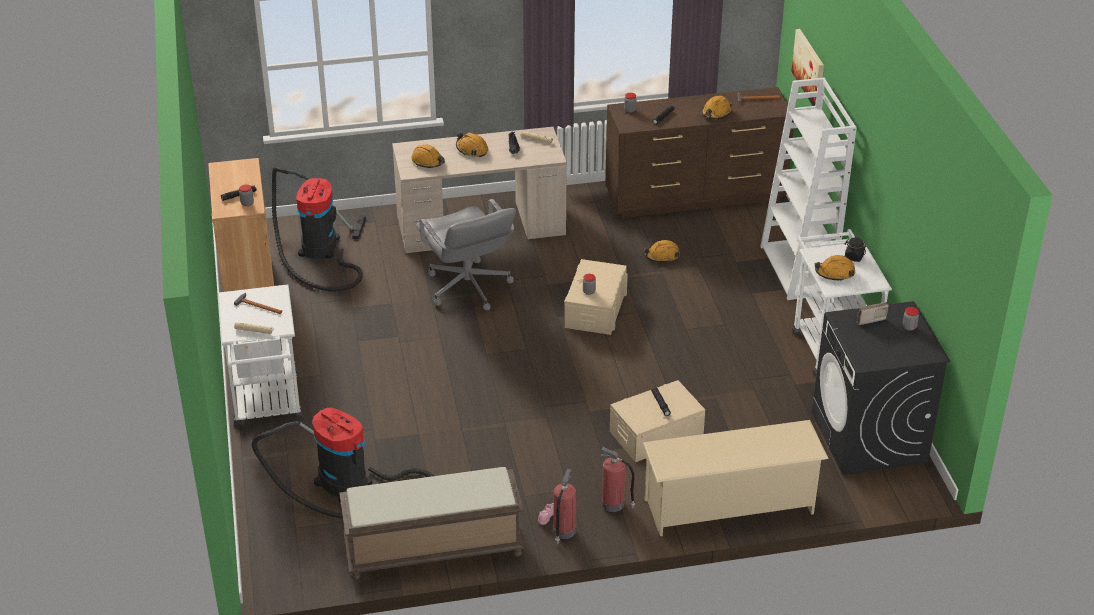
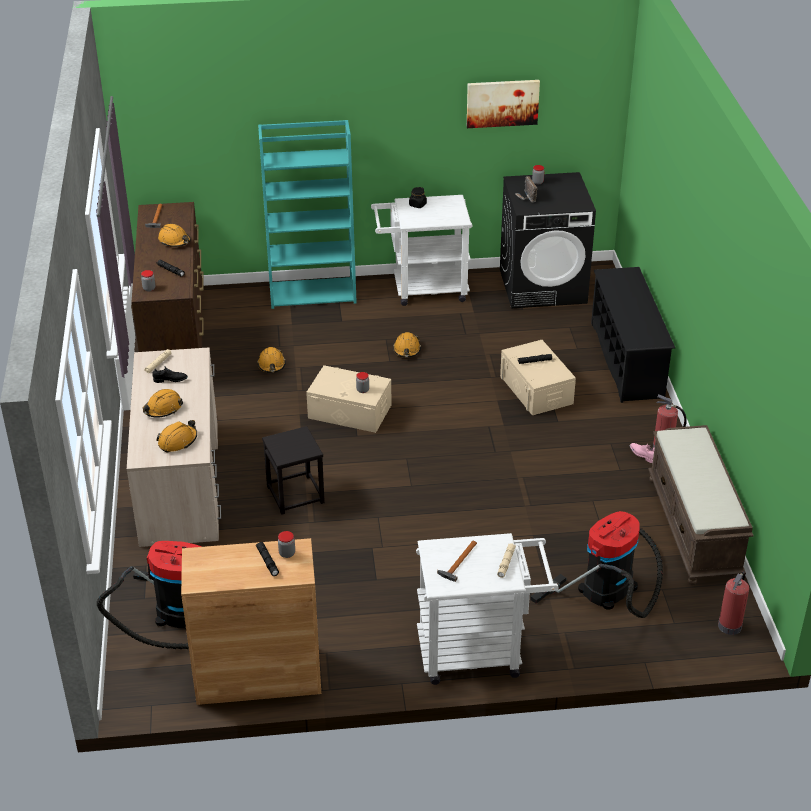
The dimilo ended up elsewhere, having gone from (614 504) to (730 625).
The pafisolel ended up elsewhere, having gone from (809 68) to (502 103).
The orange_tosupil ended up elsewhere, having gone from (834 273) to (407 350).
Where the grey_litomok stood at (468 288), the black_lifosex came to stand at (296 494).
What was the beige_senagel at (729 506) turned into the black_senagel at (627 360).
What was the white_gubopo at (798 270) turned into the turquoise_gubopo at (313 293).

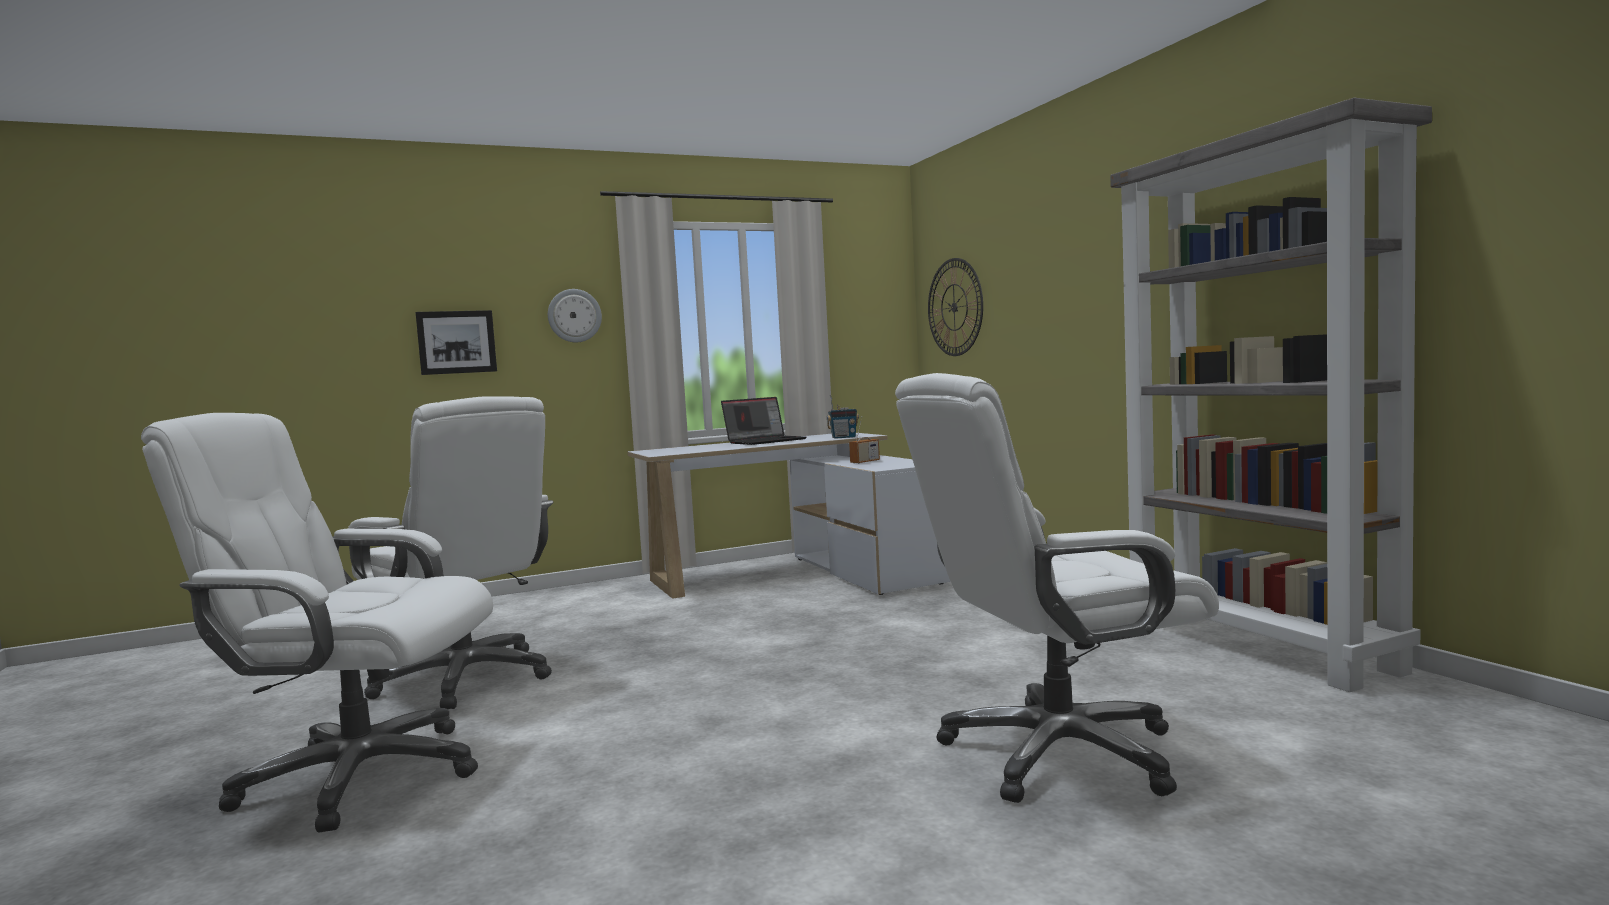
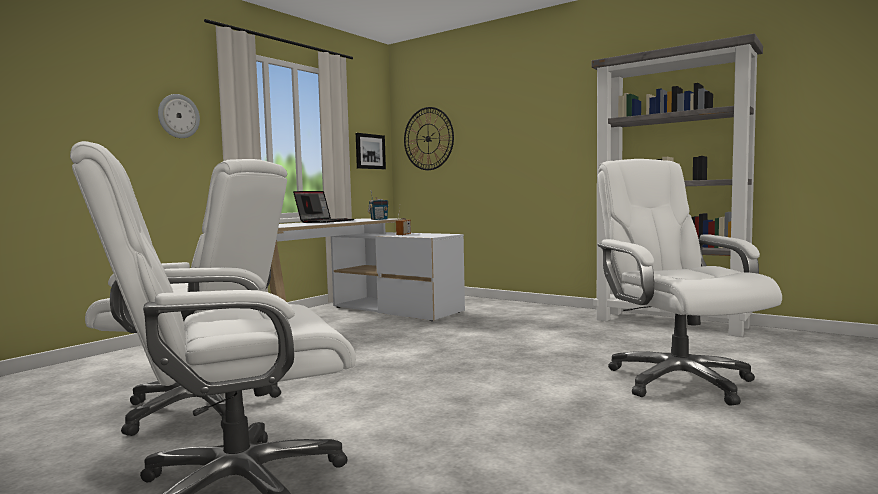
The pafisolel ended up elsewhere, having gone from (456 342) to (370 151).
The white_litomok at (1057 753) ended up facing another way, 120 degrees clockwise from before.

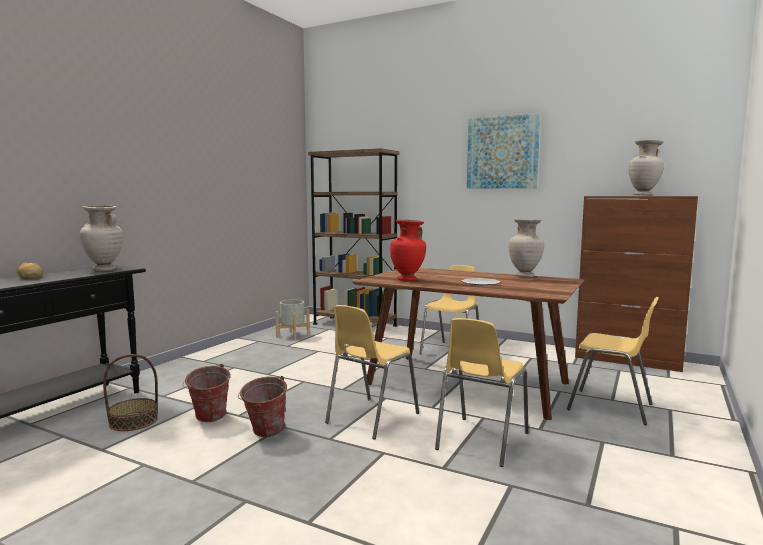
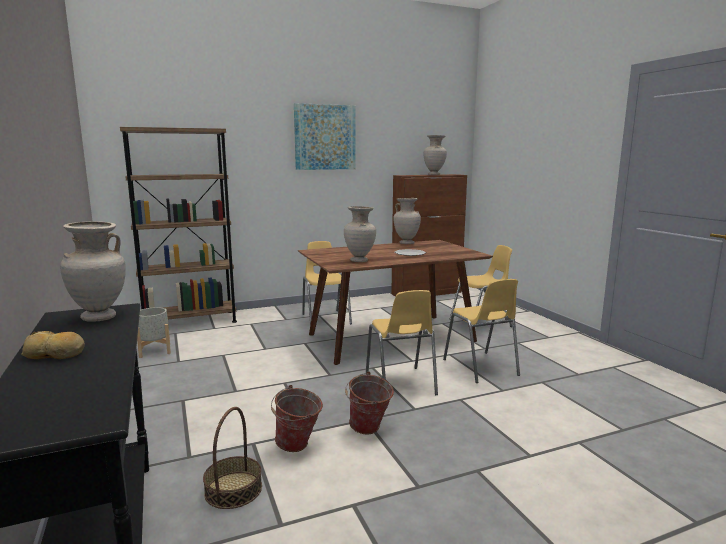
What was the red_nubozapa at (408 280) turned into the beige_nubozapa at (360 261).

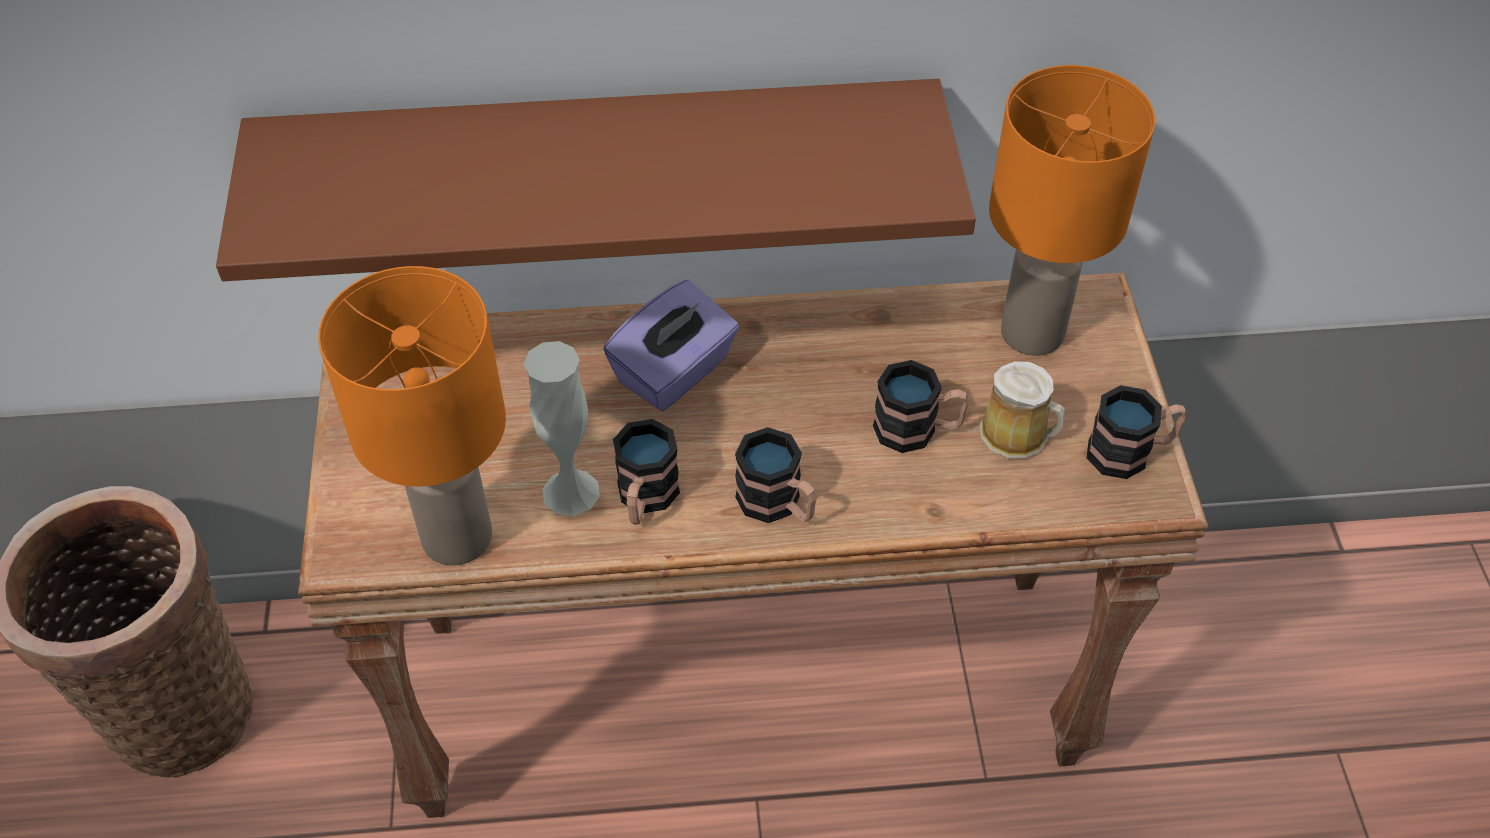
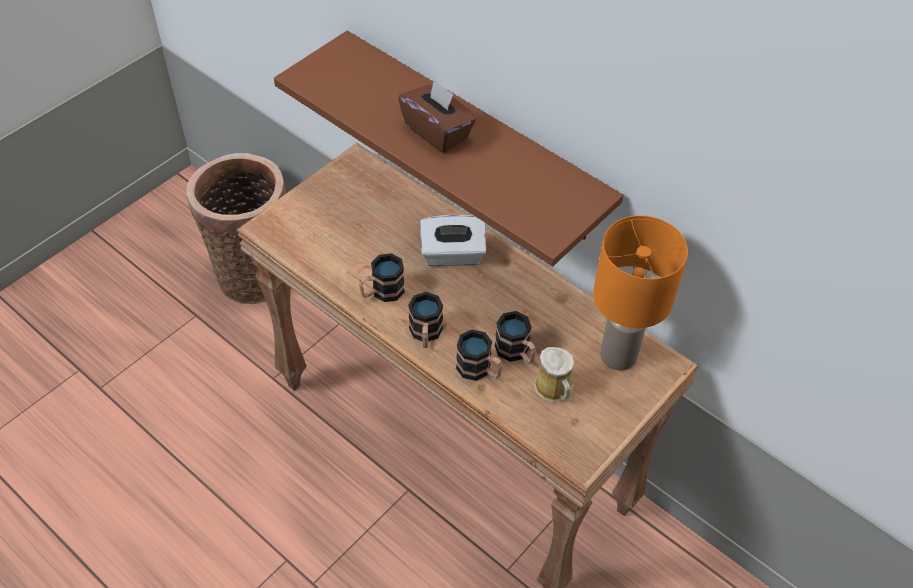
The second view lost the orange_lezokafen at (454 537).
The second view lost the white_nubozapa at (571 492).
The second view gained the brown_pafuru at (437 131).
The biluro ended up elsewhere, having gone from (1130 452) to (479 370).
What was the purple_pafuru at (674 372) turned into the white_pafuru at (452 255).

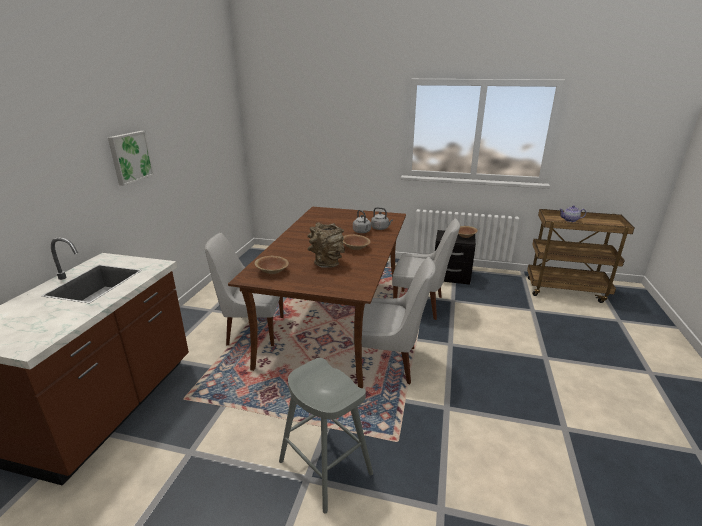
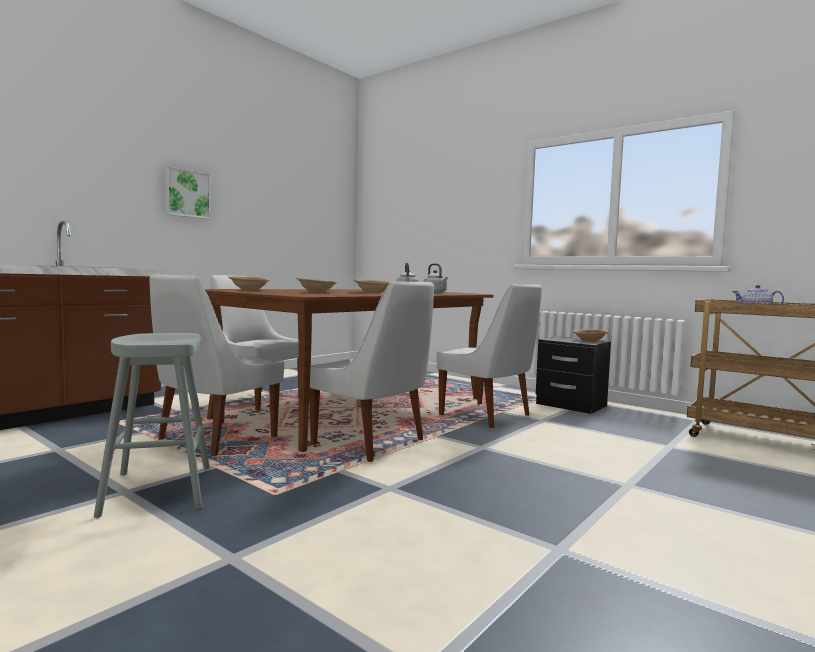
The second view gained the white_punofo at (214 440).
Where the brown_nubozapa stood at (326 263), the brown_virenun came to stand at (316 292).

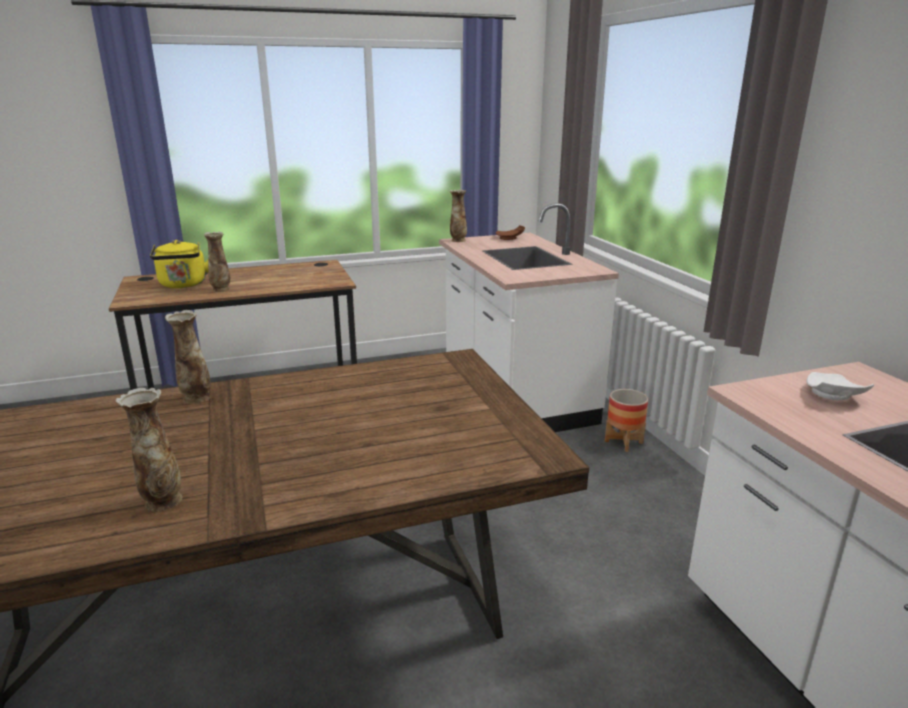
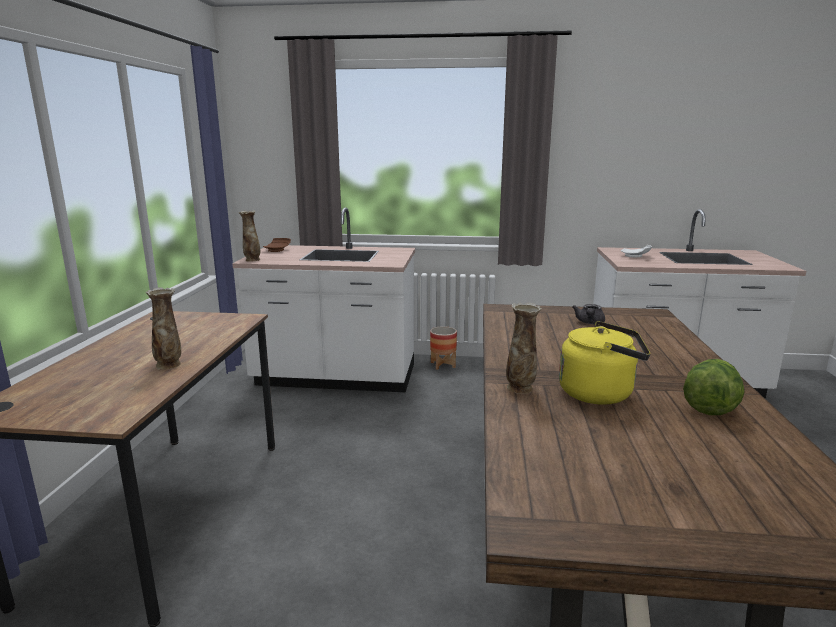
The second view gained the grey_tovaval at (589 323).
The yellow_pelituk ended up elsewhere, having gone from (183 285) to (600 393).
Where the nubozapa stood at (162 501), the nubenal came to stand at (709 406).

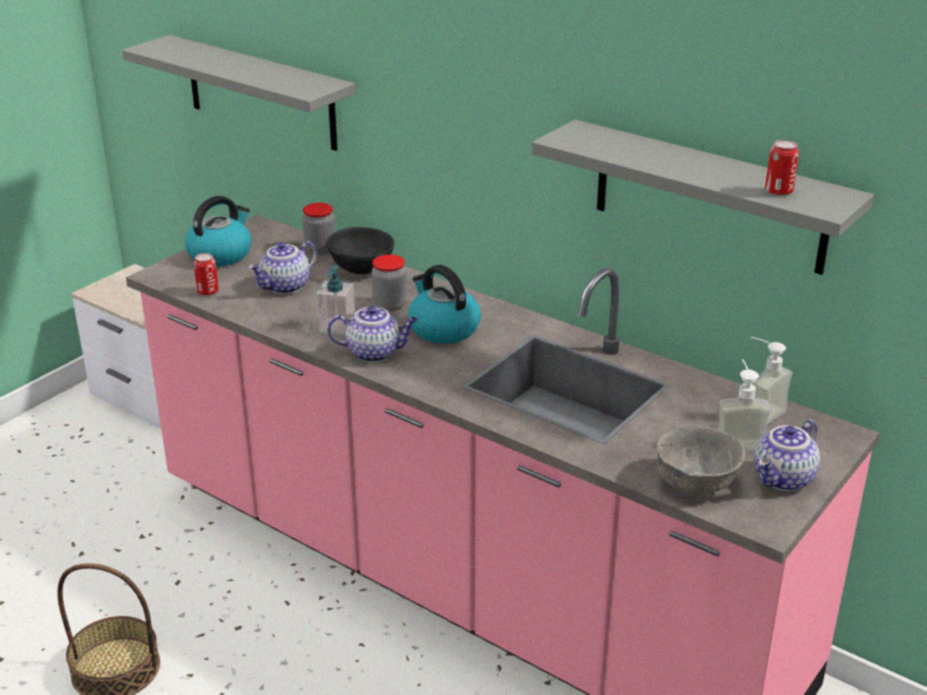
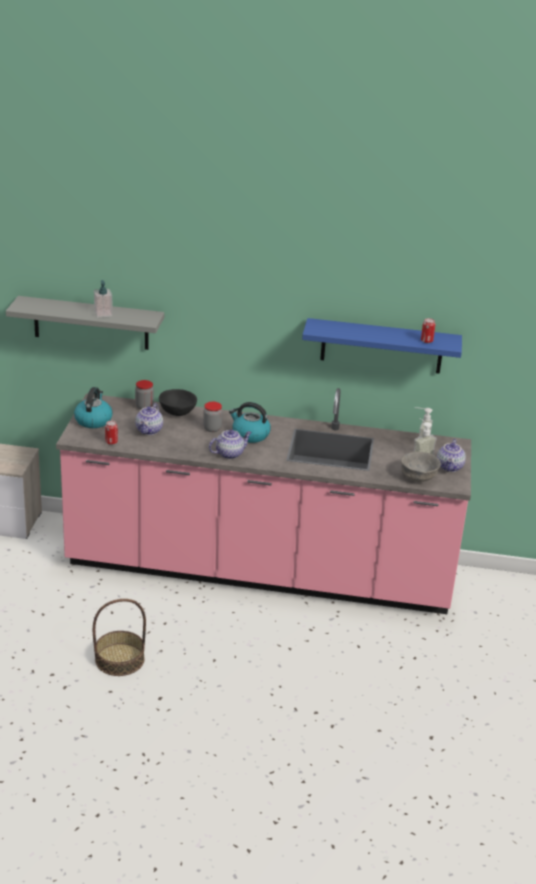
The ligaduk ended up elsewhere, having gone from (337 326) to (103 314).
What was the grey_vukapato at (709 197) turned into the blue_vukapato at (381 346).

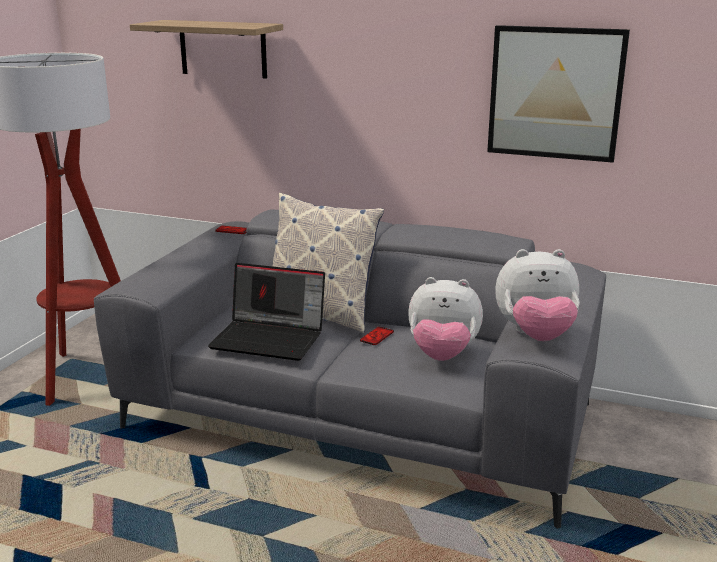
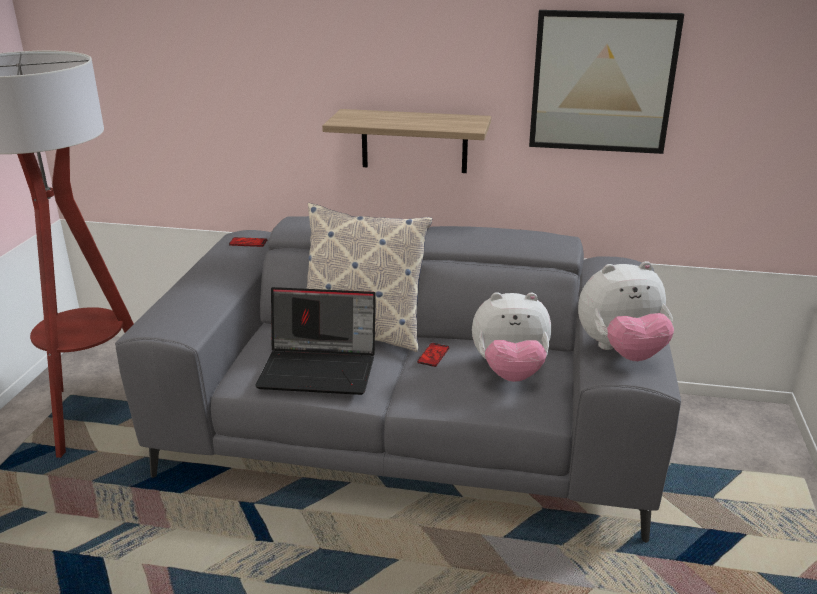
The vukapato ended up elsewhere, having gone from (223 49) to (414 141).

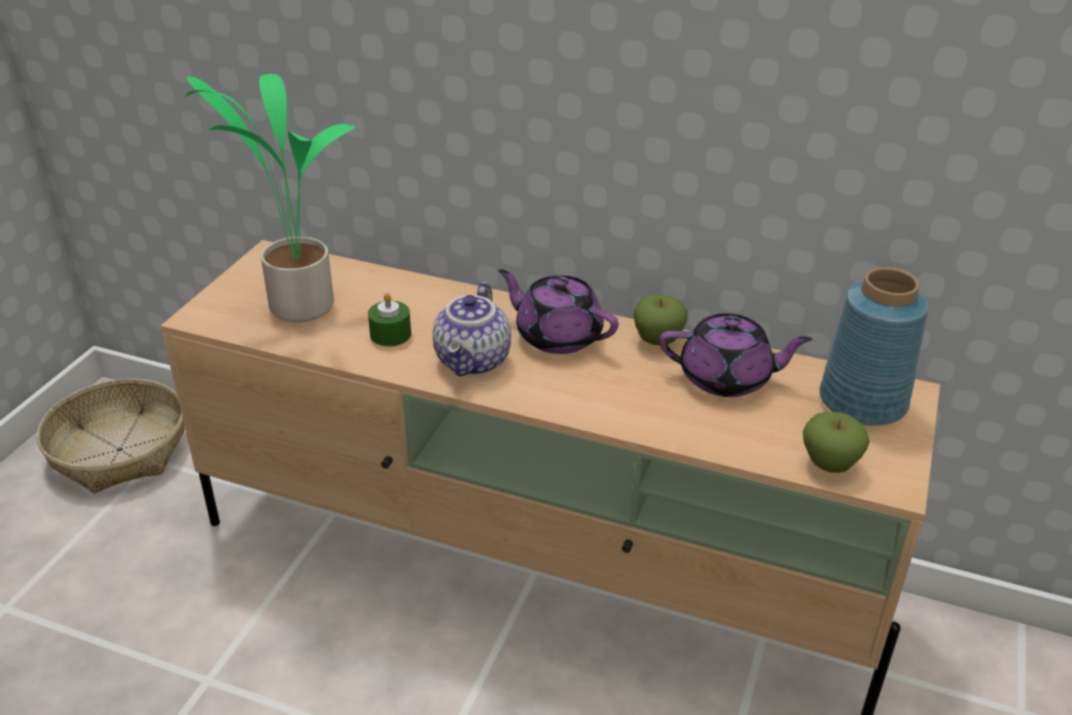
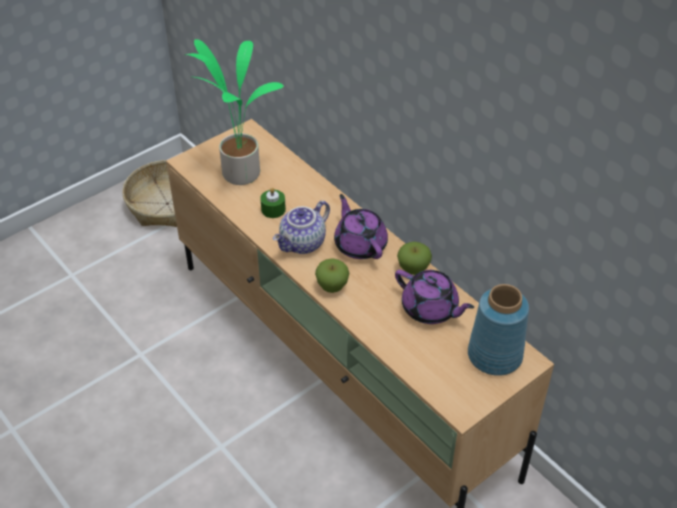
The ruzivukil ended up elsewhere, having gone from (829 464) to (332 287).

